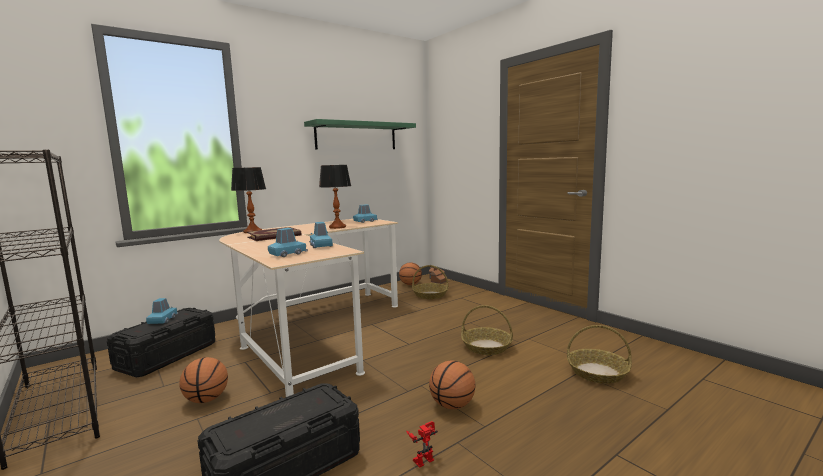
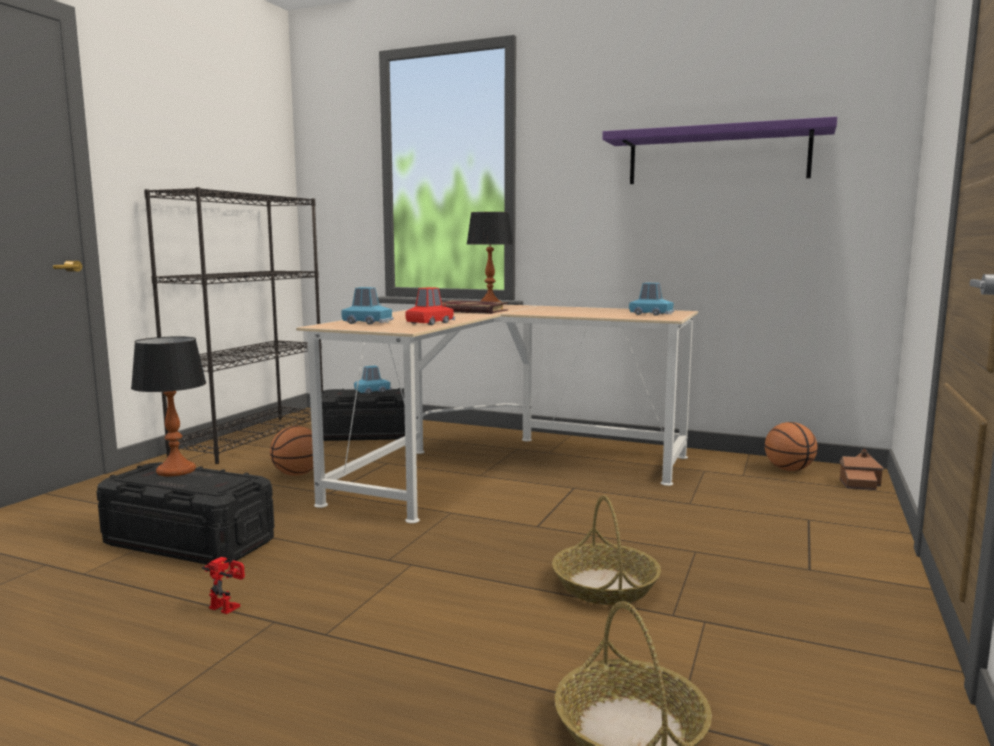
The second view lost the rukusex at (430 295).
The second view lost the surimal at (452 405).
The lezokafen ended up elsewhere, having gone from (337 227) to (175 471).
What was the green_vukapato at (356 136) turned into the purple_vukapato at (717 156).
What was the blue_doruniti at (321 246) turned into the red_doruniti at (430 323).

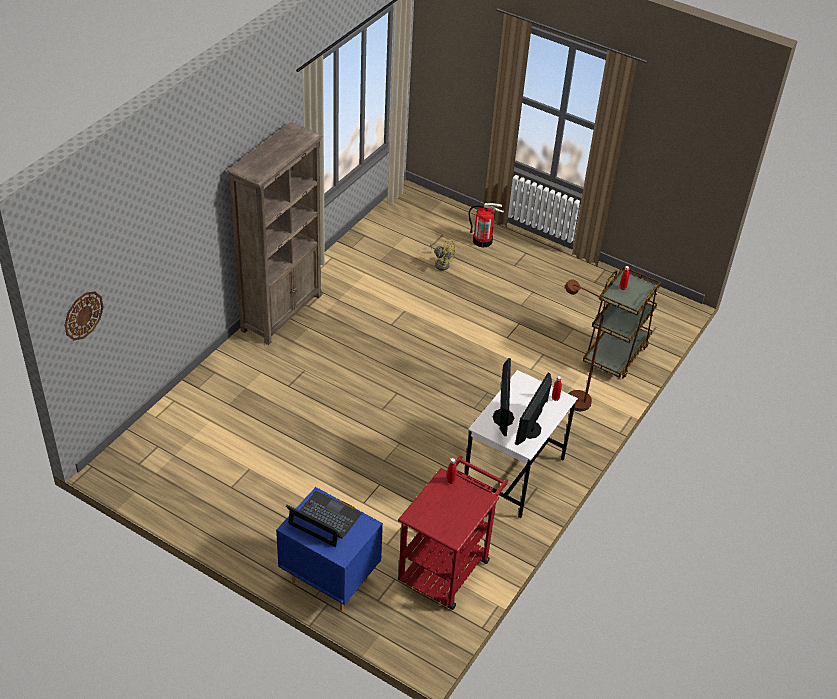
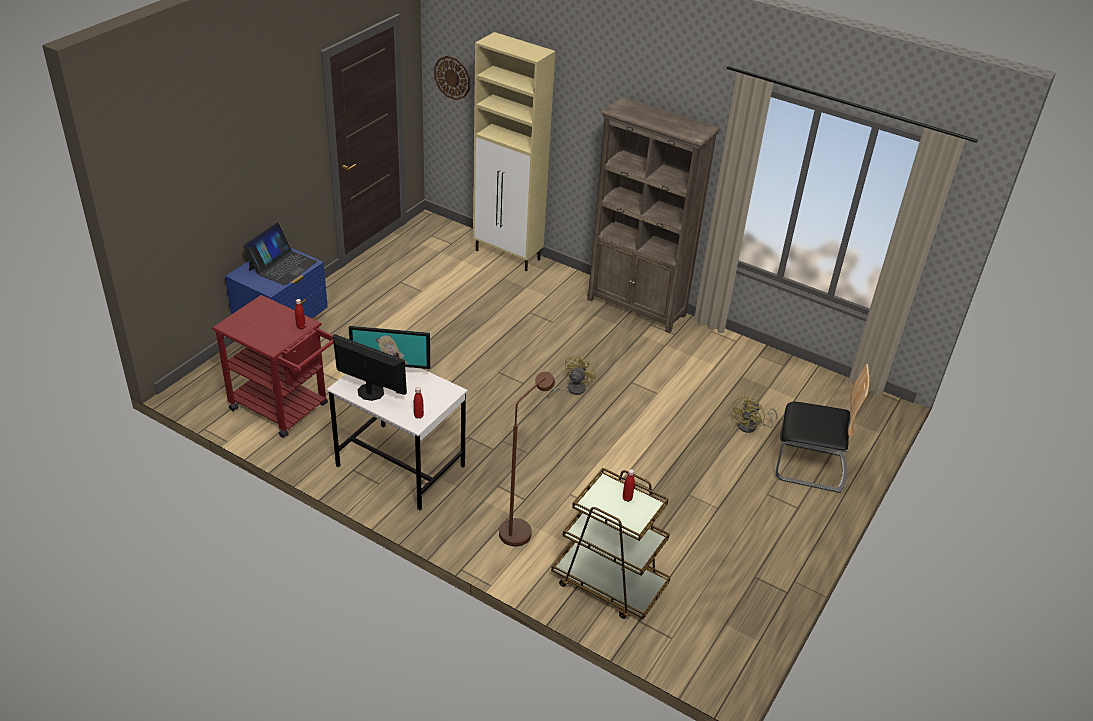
The second view gained the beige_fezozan at (508 255).
The second view gained the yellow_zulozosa at (572 389).
Where the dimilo stood at (482 240), the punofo came to stand at (809 466).

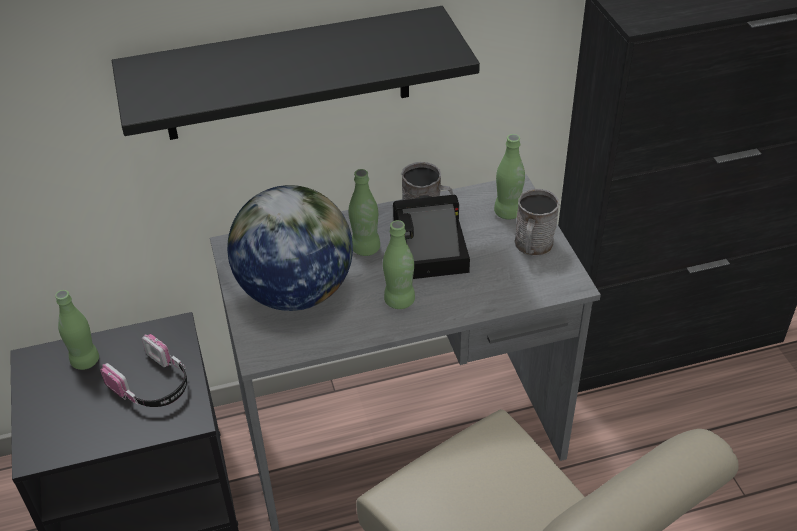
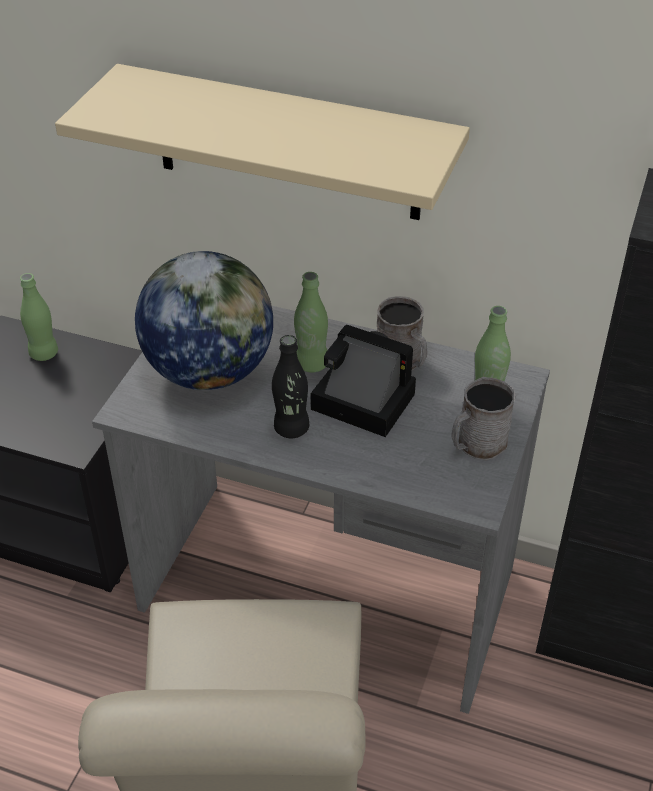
The second view lost the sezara at (153 386).
What was the black_vukapato at (287 75) turned into the beige_vukapato at (287 144).
What was the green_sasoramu at (399 301) turned into the black_sasoramu at (291 428).

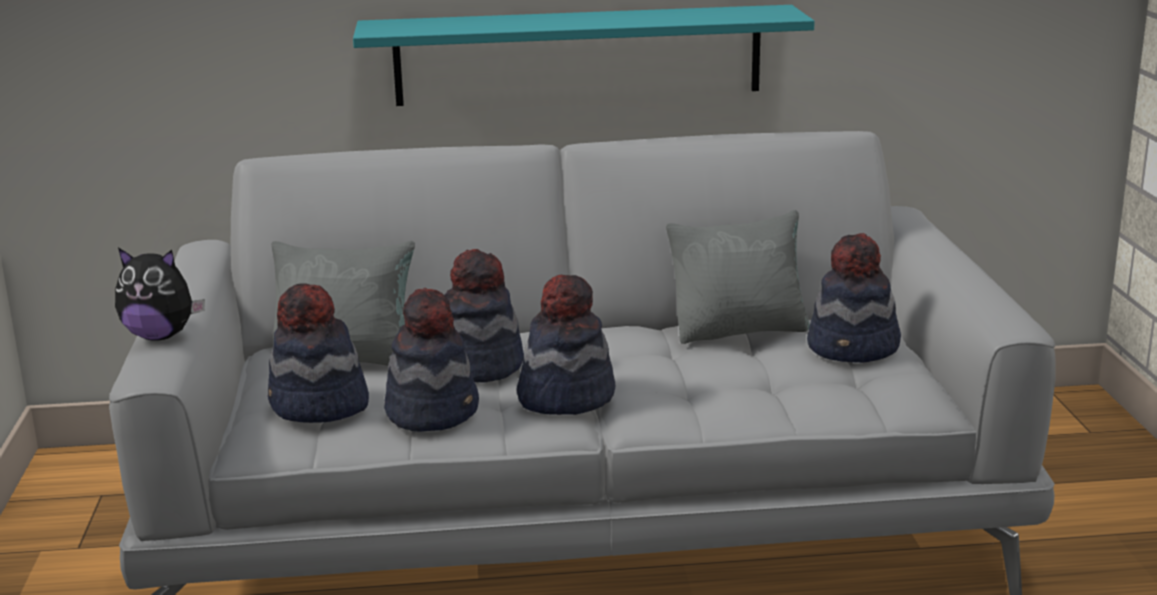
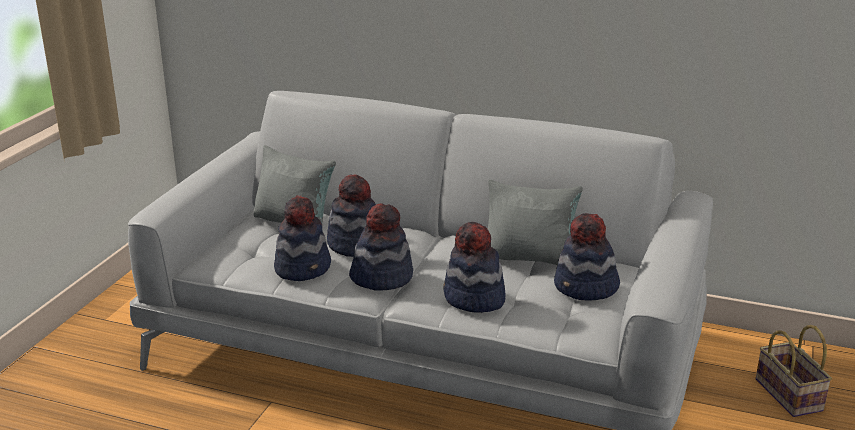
The second view lost the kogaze at (160 336).
The second view lost the turquoise_vukapato at (578 55).
The second view gained the rukusex at (790 396).
The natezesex ended up elsewhere, having gone from (318 406) to (474 299).

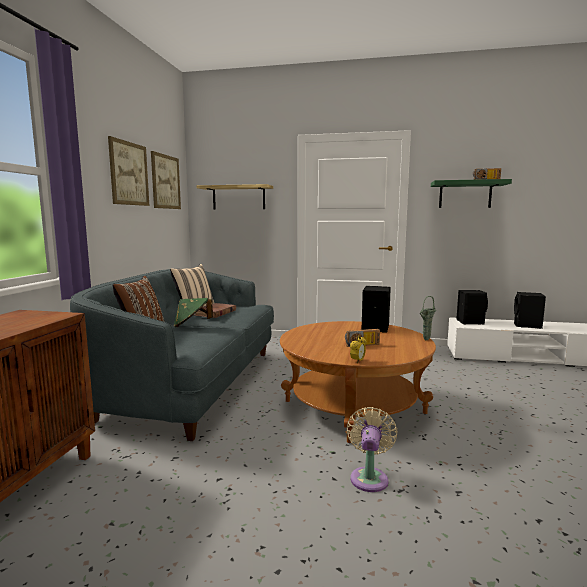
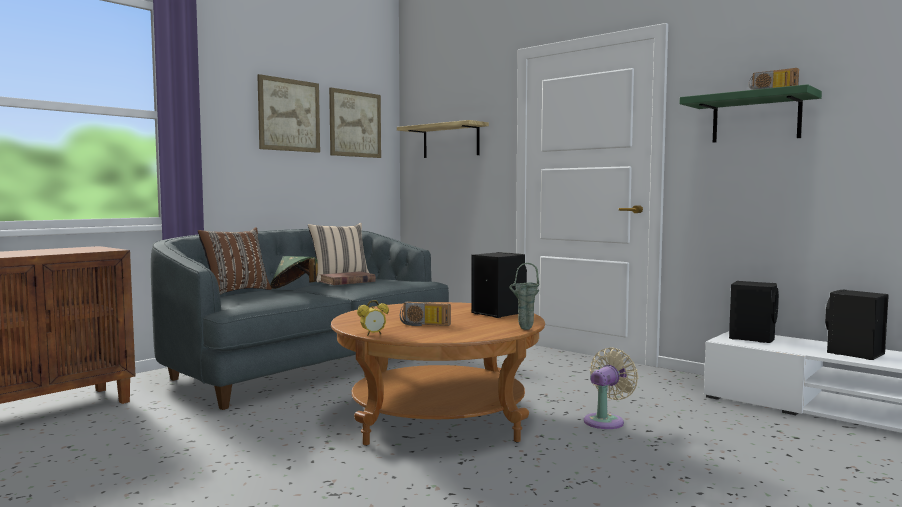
The beige_zulozosa ended up elsewhere, having gone from (369 477) to (606 421).

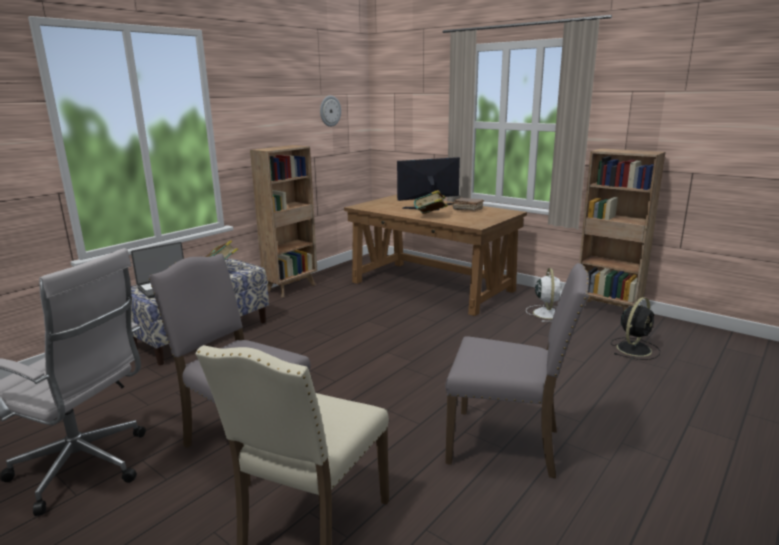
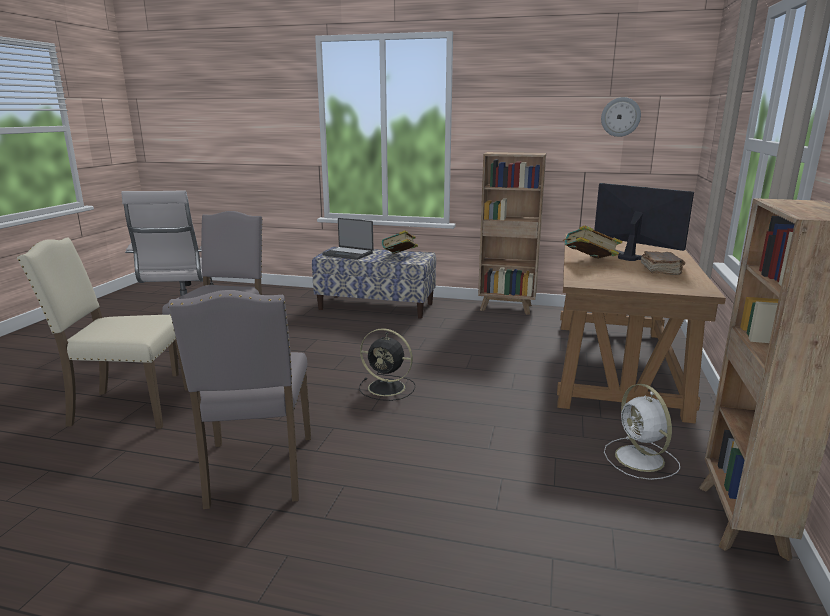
The black_zulozosa ended up elsewhere, having gone from (634 348) to (388 388).
The white_zulozosa at (547 313) ended up facing another way, 90 degrees clockwise from before.

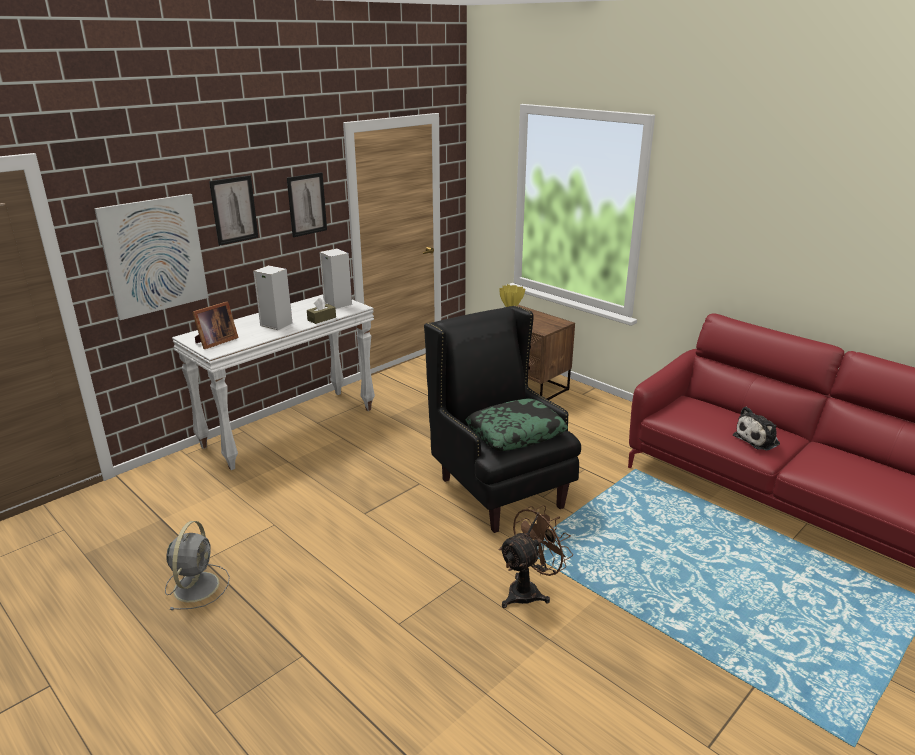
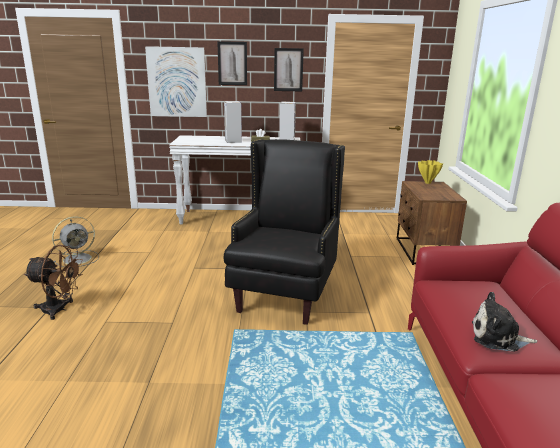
The second view lost the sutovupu at (215 342).
The second view lost the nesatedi at (515 433).
The brown_zulozosa ended up elsewhere, having gone from (529 591) to (59 309).

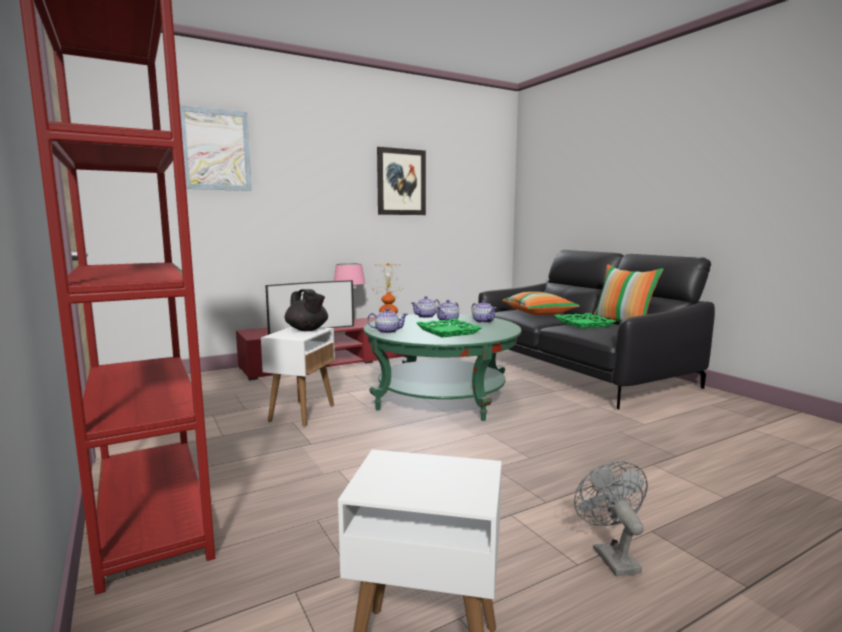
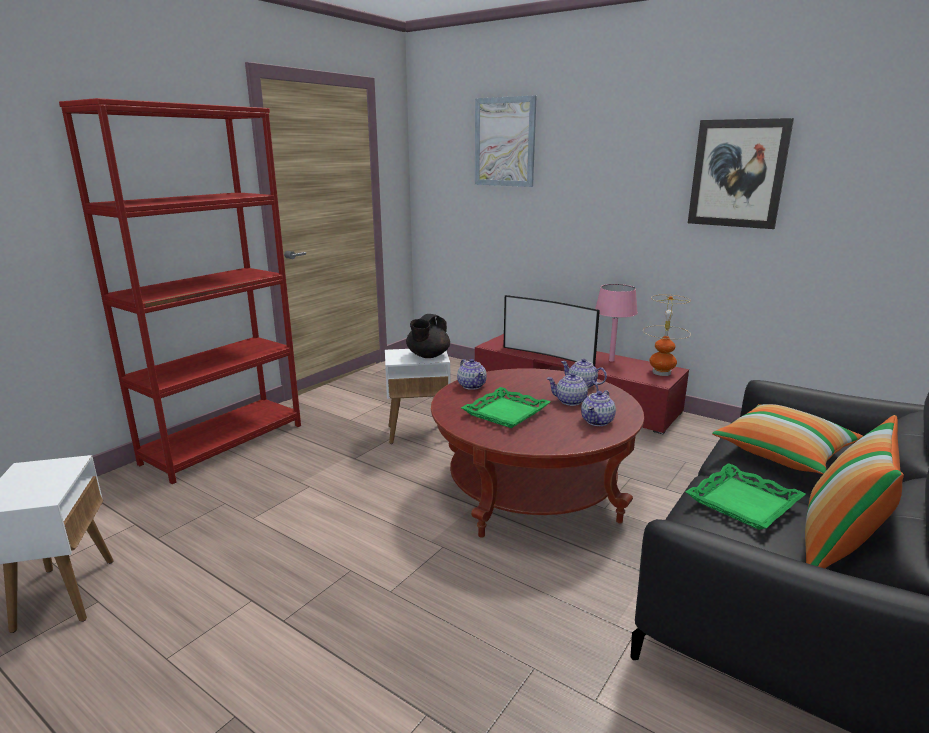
The second view lost the grey_zulozosa at (611 555).
What was the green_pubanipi at (441 397) turned into the red_pubanipi at (531 490).

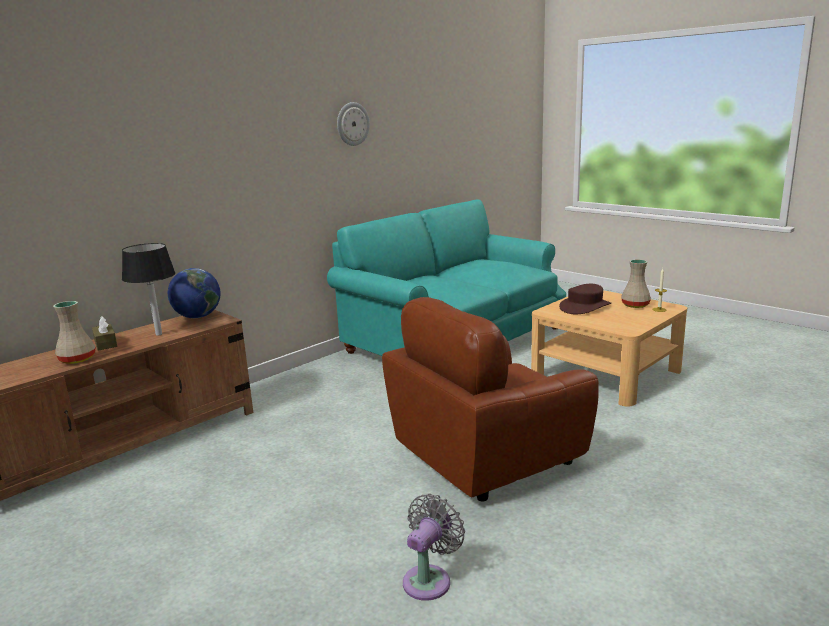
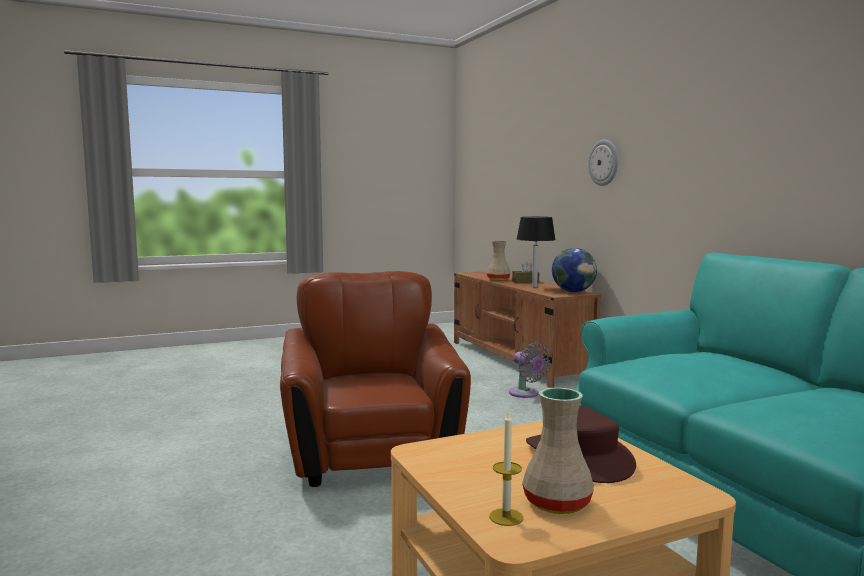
The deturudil ended up elsewhere, having gone from (352 124) to (604 162).
The grey_zulozosa ended up elsewhere, having gone from (429 579) to (526 394).

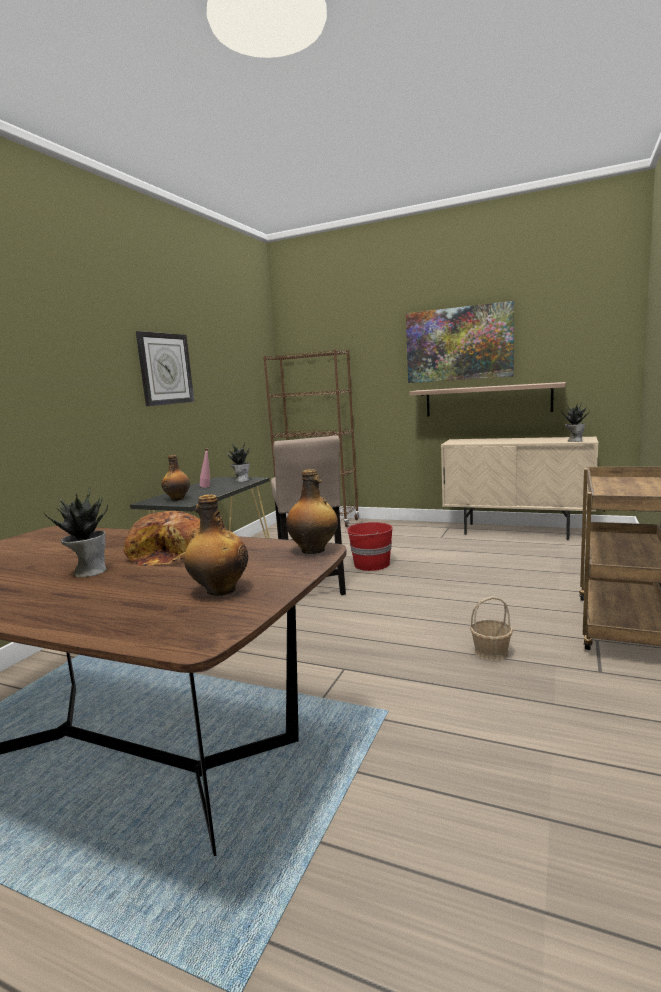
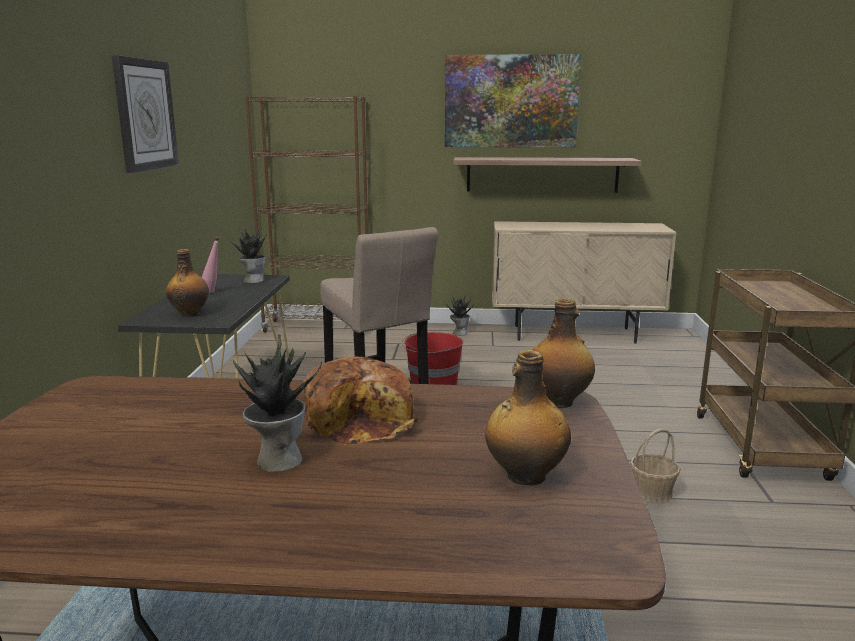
The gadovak ended up elsewhere, having gone from (574 441) to (459 333).

